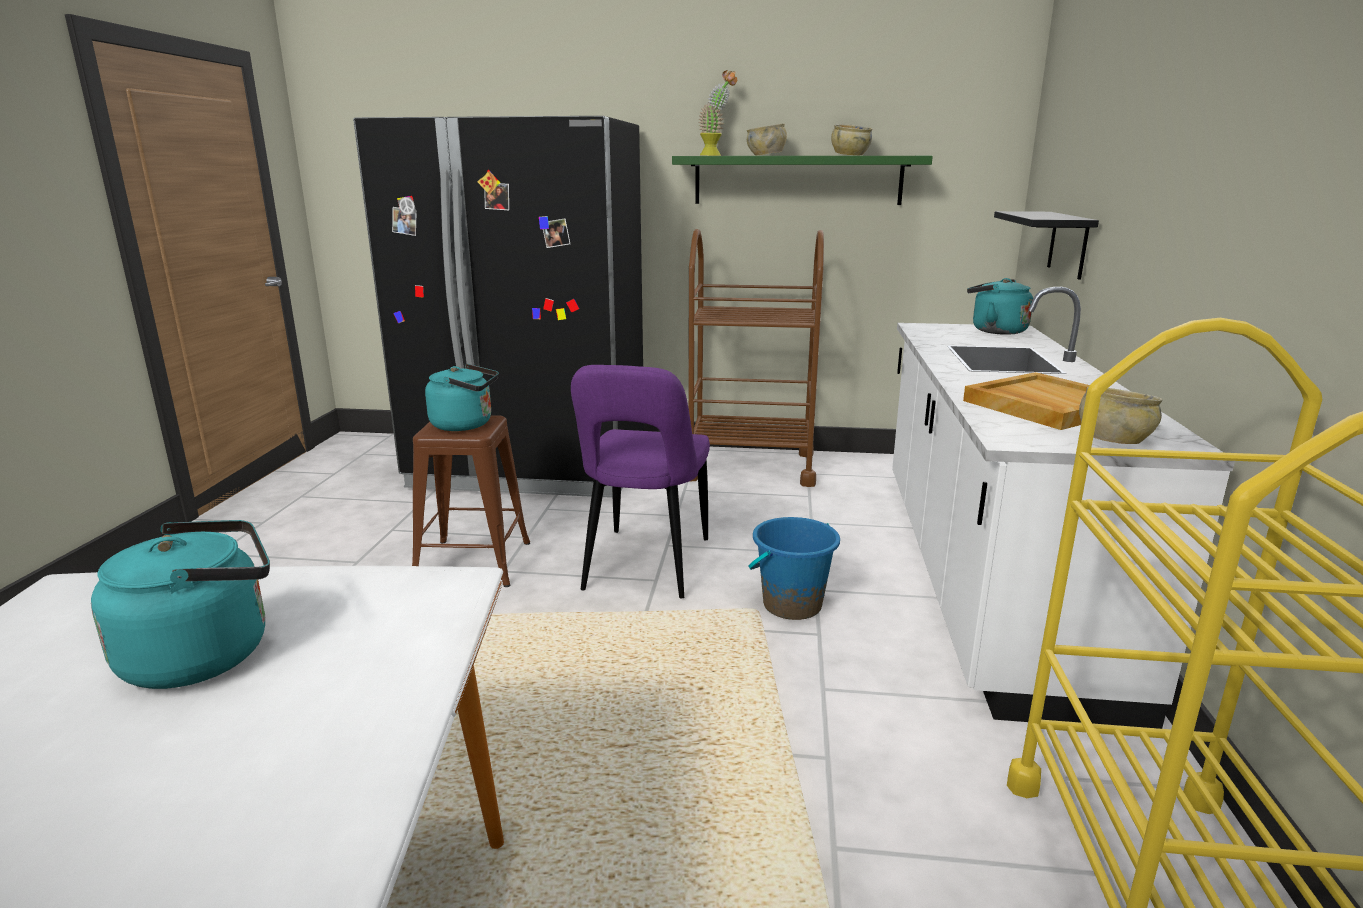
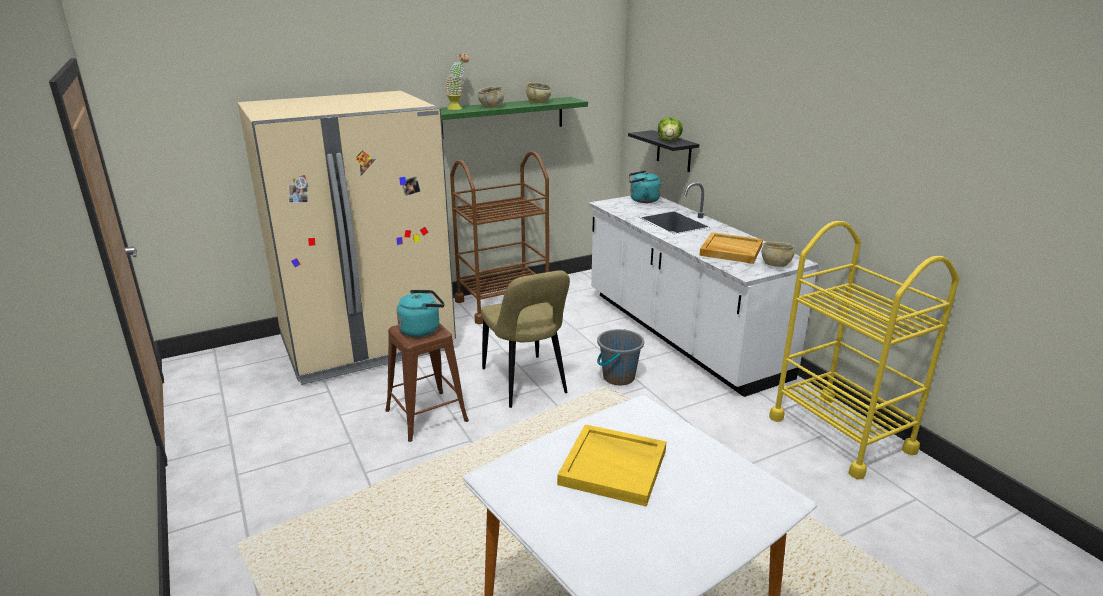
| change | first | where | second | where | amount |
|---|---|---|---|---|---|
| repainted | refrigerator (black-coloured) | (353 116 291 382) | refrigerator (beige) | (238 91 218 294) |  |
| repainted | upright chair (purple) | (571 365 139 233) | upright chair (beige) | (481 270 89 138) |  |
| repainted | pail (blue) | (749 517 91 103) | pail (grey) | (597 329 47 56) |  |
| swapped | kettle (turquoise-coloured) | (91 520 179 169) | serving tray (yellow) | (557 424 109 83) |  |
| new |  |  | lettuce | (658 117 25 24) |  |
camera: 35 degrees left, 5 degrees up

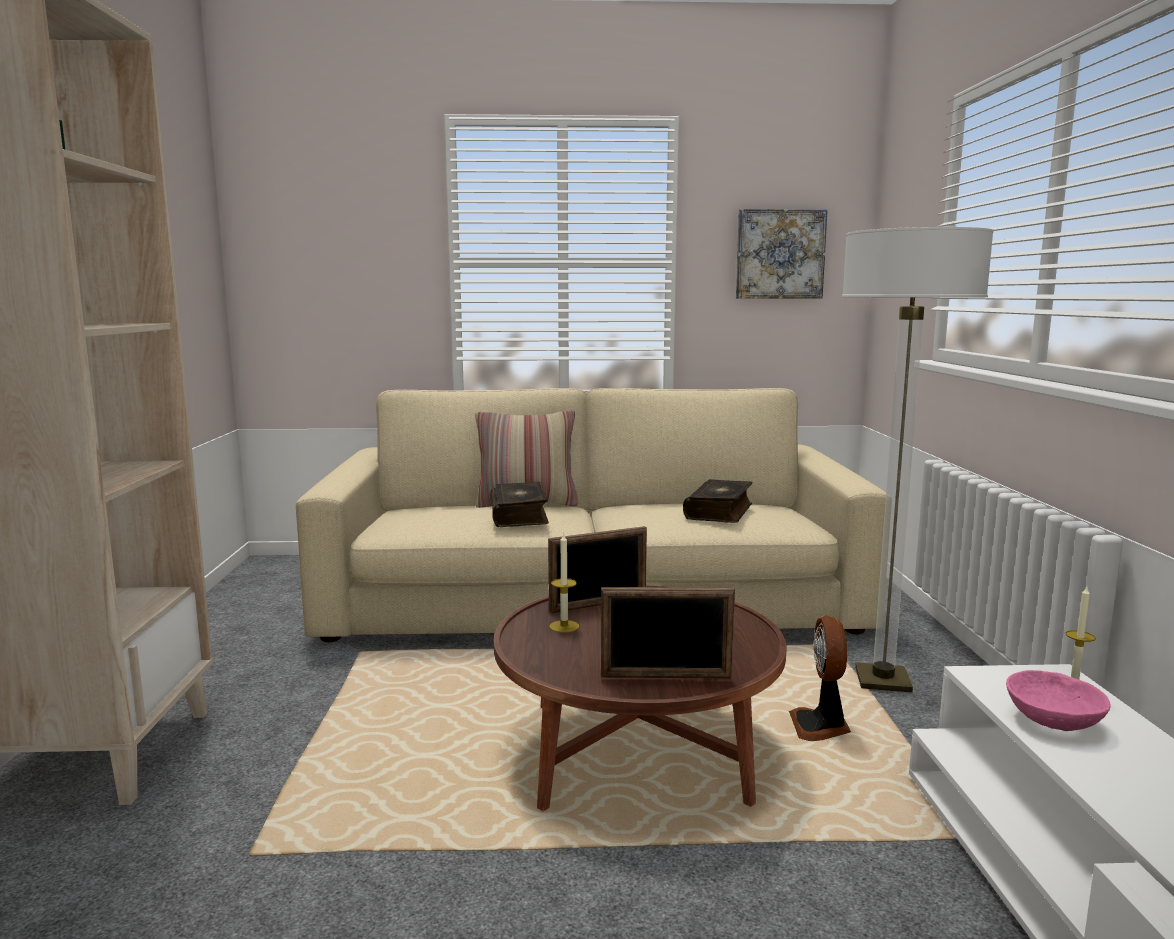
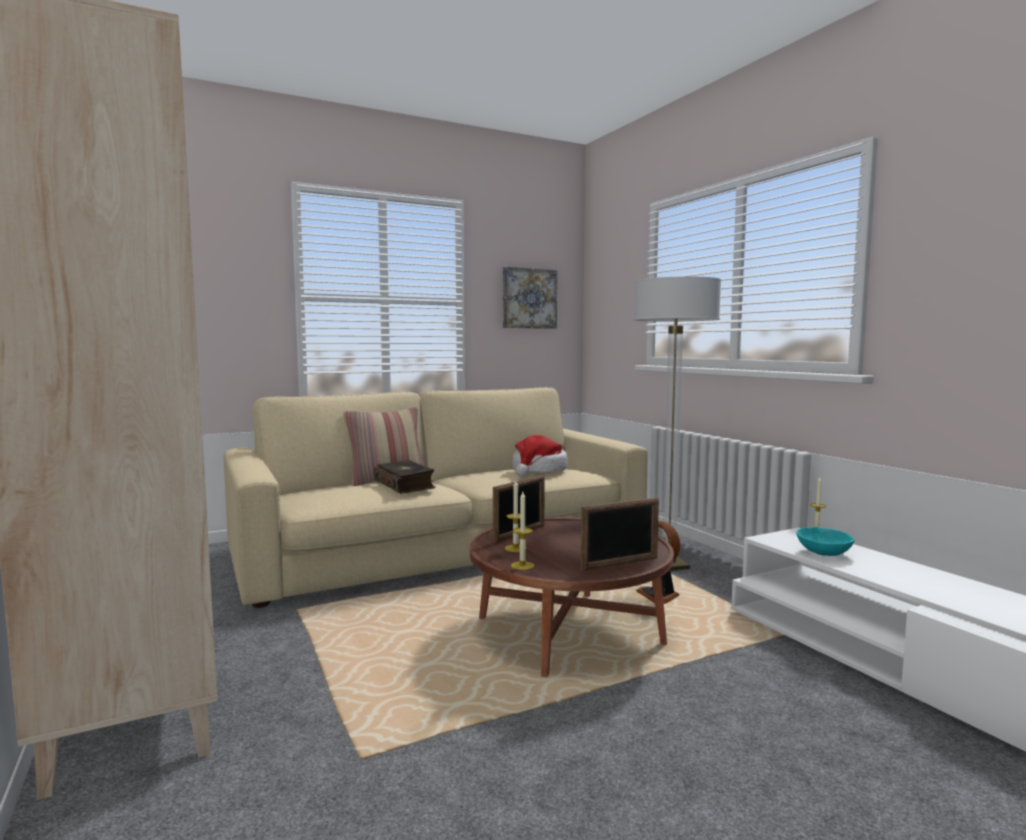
| change | first | where | second | where | amount |
|---|---|---|---|---|---|
| swapped | book | (683 479 69 44) | clothing hat | (512 435 56 42) |  |
| repainted | serving bowl (pinkish) | (1006 670 105 61) | serving bowl (turquoise-coloured) | (796 527 59 29) |  |
| new |  |  | candle | (511 492 23 78) |  |
camera: 25 degrees left, 5 degrees down

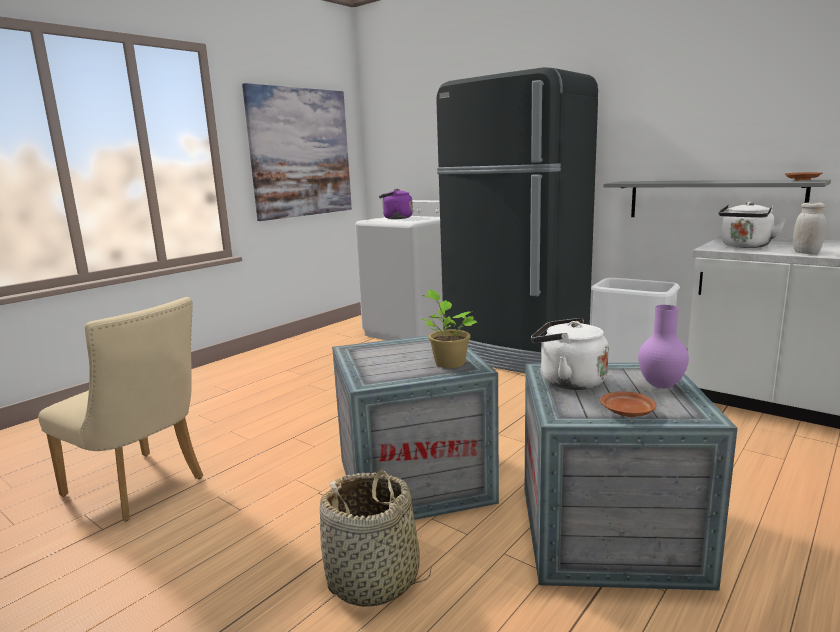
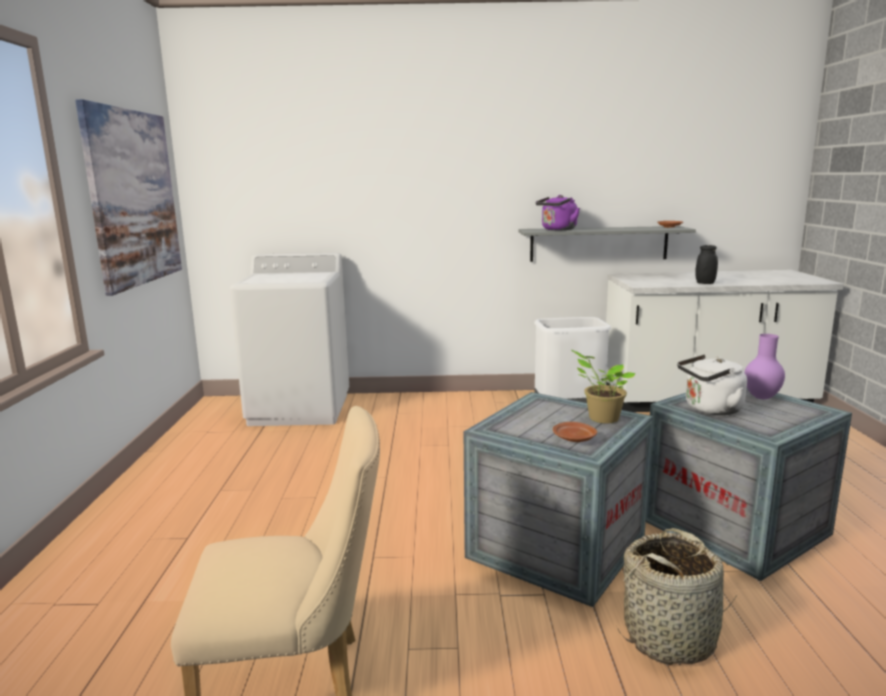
| change | first | where | second | where | amount |
|---|---|---|---|---|---|
| gone | refrigerator (black-coloured) | (436 67 162 306) |  |  |  |
| shifted | kettle (purple) | (379 189 34 30) |  | (536 195 44 35) |  |
| gone | kettle (white) | (719 202 67 46) |  |  |  |
| repainted | jar (white) | (793 202 33 52) | jar (black-coloured) | (695 245 23 39) |  |
| shifted | dinner plate (brown-coloured) | (600 392 57 25) |  | (553 422 44 20) |  |
camera: 40 degrees left, 0 degrees up

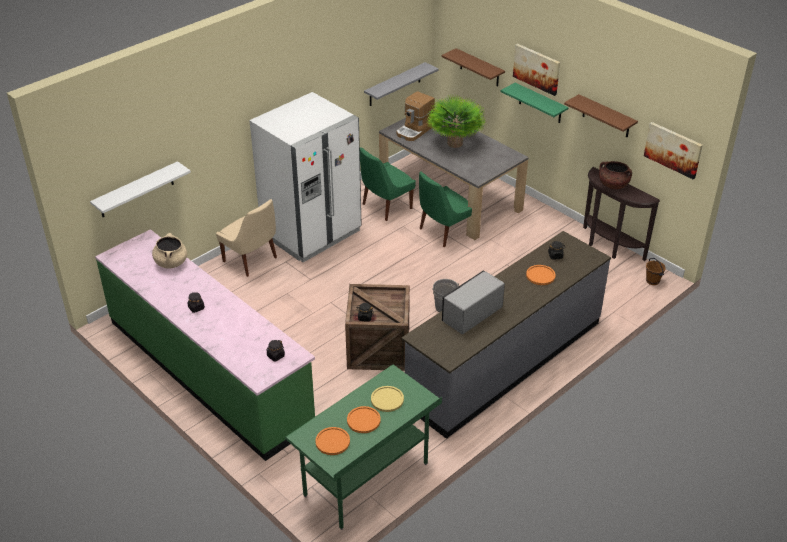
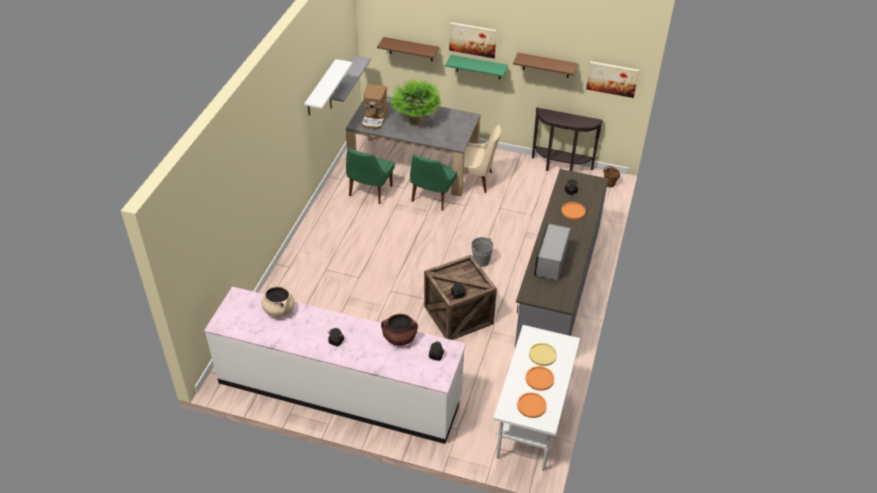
| change | first | where | second | where | amount |
|---|---|---|---|---|---|
| gone | refrigerator (white) | (249 92 113 170) |  |  |  |
| shifted | bracket shelf (white) | (90 161 101 56) |  | (304 59 48 56) |  |
| shifted | cooking pot (brown-coloured) | (599 161 33 28) |  | (381 314 37 32) |  |
| shifted | upright chair (beige) | (216 199 61 78) |  | (464 124 37 69) |  |
| repainted | counter (greenish) | (95 229 220 232) | counter (white) | (204 287 262 157) |  |
| repainted | desk unit (greenish) | (285 365 157 165) | desk unit (white) | (493 325 88 146) |  |
camera: 30 degrees left, 5 degrees up

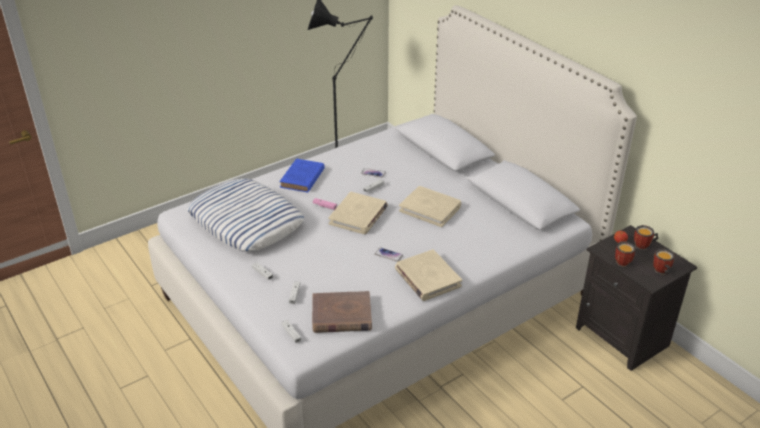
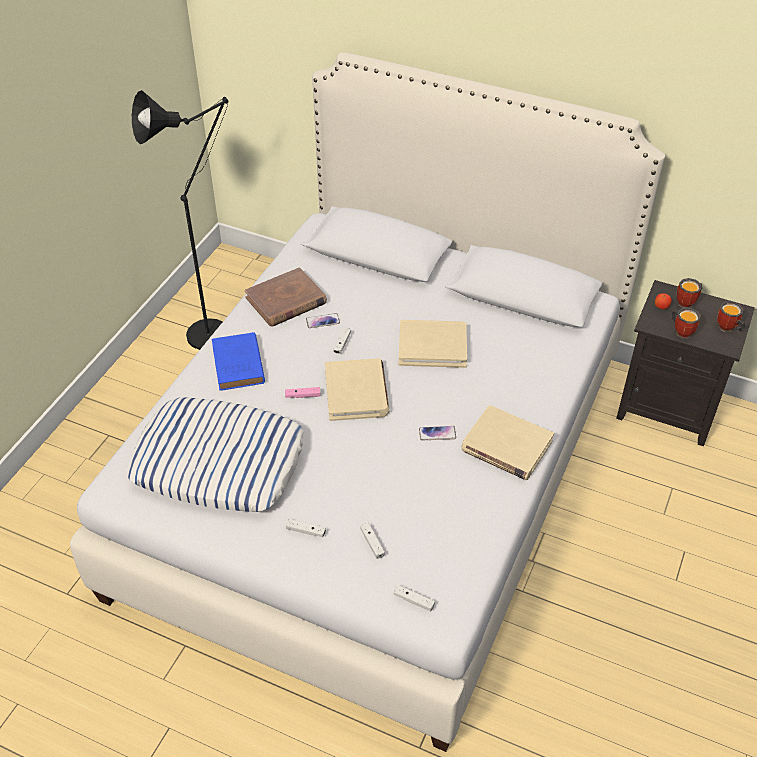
| change | first | where | second | where | amount |
|---|---|---|---|---|---|
| shifted | book (brown-coloured) | (312 291 60 42) |  | (245 267 82 60) |  |
camera: 30 degrees left, 10 degrees up

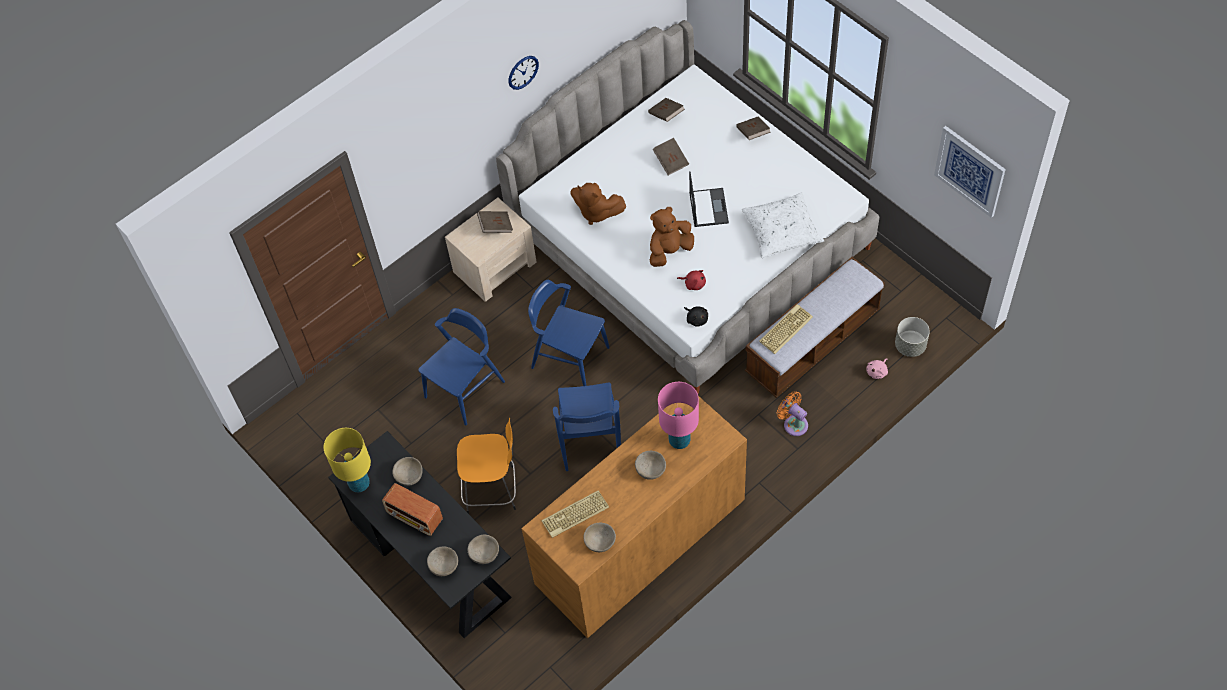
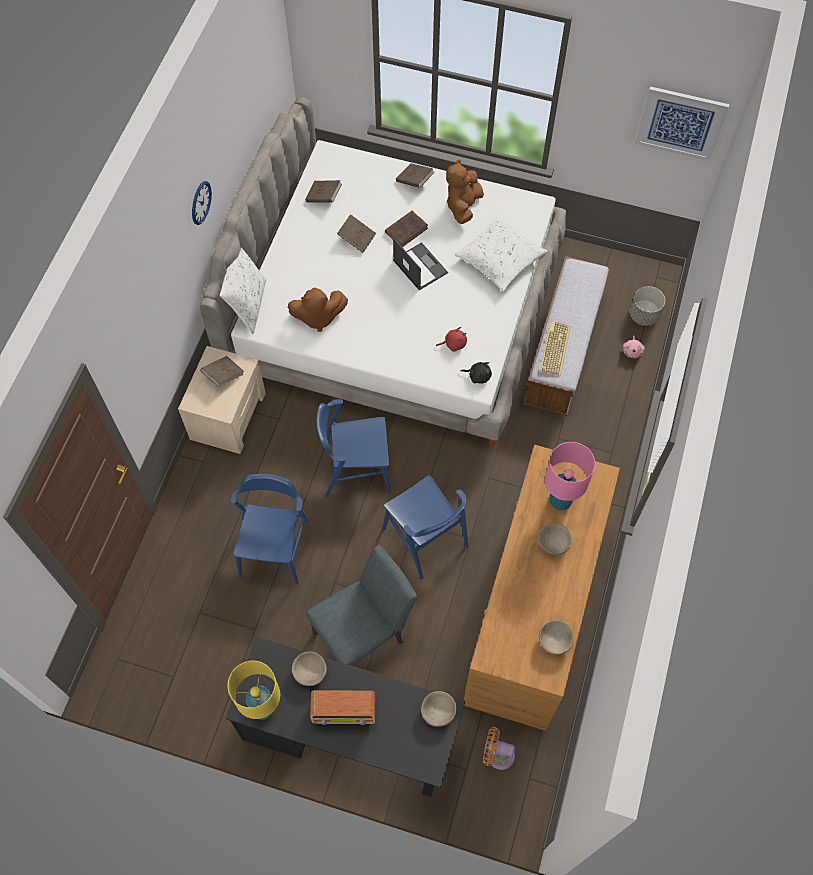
| change | first | where | second | where | amount |
|---|---|---|---|---|---|
| shifted | plush toy (brown-coloured) | (650 207 44 60) |  | (446 160 38 64) |  |
| shifted | fan (orange-coloured) | (777 391 31 45) |  | (483 727 32 43) |  |
| swapped | stool (orange-coloured) | (457 418 59 96) | upright chair (grey) | (306 545 111 121) |  |
| gone | PC keyboard | (541 491 68 47) |  |  |  |
| gone | serving bowl (beige) | (427 547 31 29) |  |  |  |
| new |  |  | book (brown-coloured) | (385 211 43 36) |  |
| new |  |  | pillow (white) | (220 247 46 87) |  |
camera: 35 degrees left, 5 degrees up

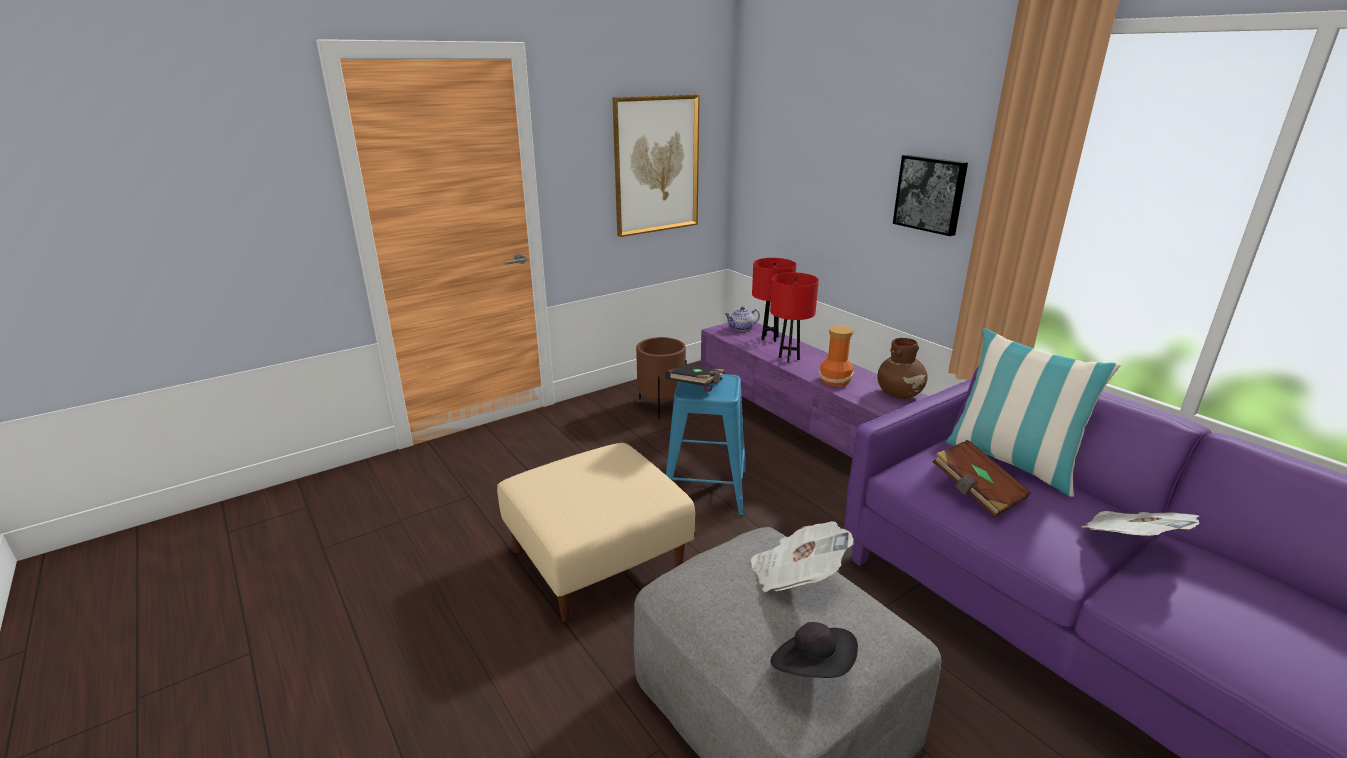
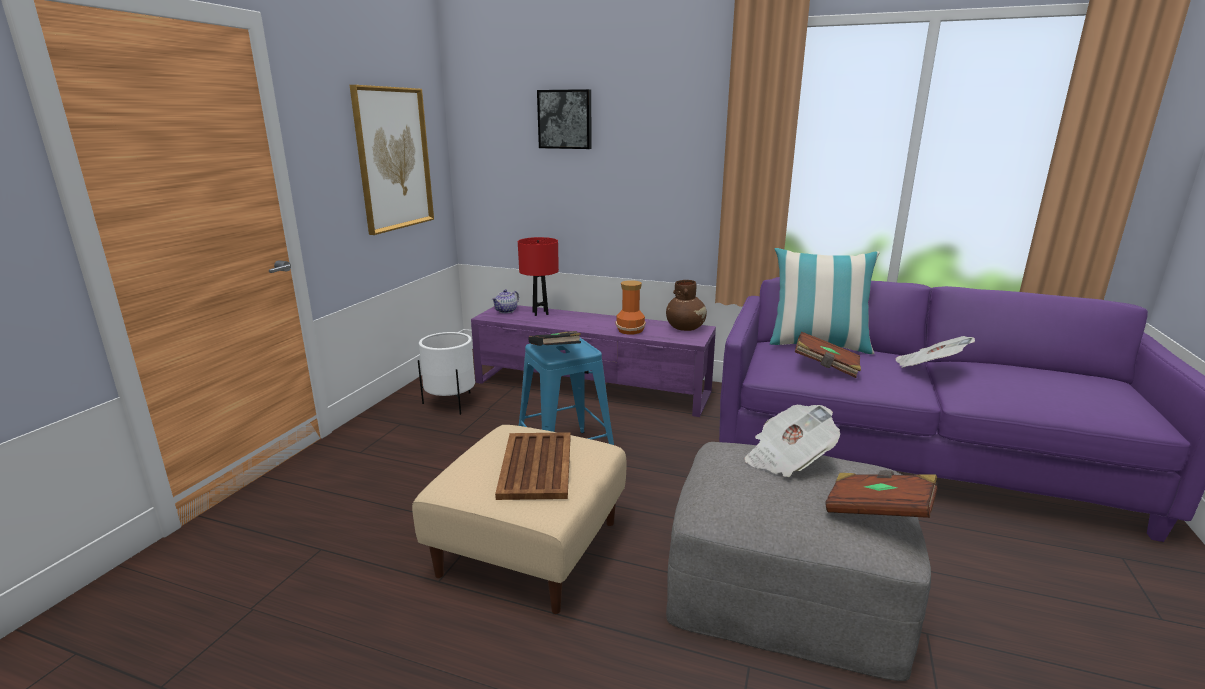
| change | first | where | second | where | amount |
|---|---|---|---|---|---|
| shifted | picture | (893 155 75 81) |  | (537 89 55 60) |  |
| gone | tabletop lamp (red) | (770 272 49 91) |  |  |  |
| repainted | planter (brown-coloured) | (636 337 51 82) | planter (white) | (418 332 57 83) |  |
| swapped | clothing hat (black-coloured) | (770 622 88 56) | book (brown-coloured) | (825 470 113 48) |  |
| new |  |  | serving tray (brown-coloured) | (495 432 76 68) |  |
camera: 35 degrees left, 5 degrees down

